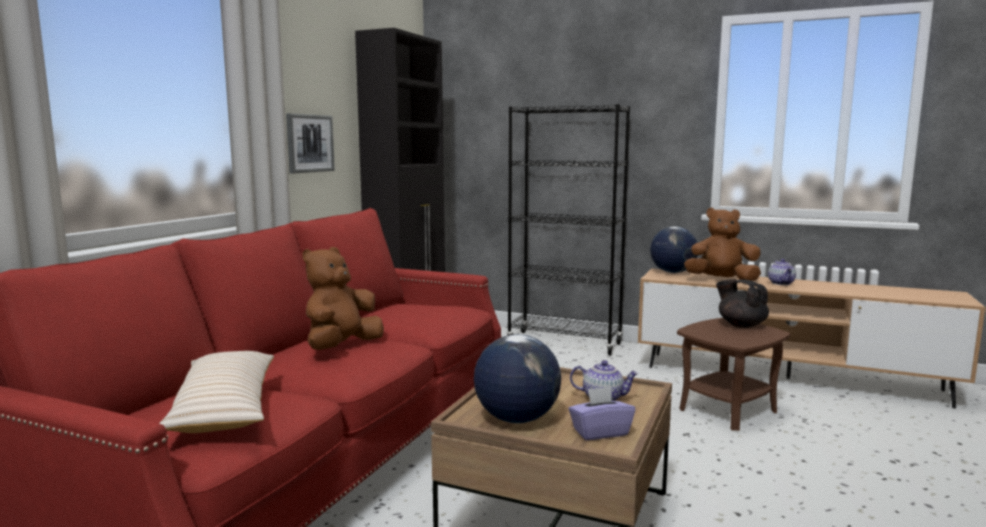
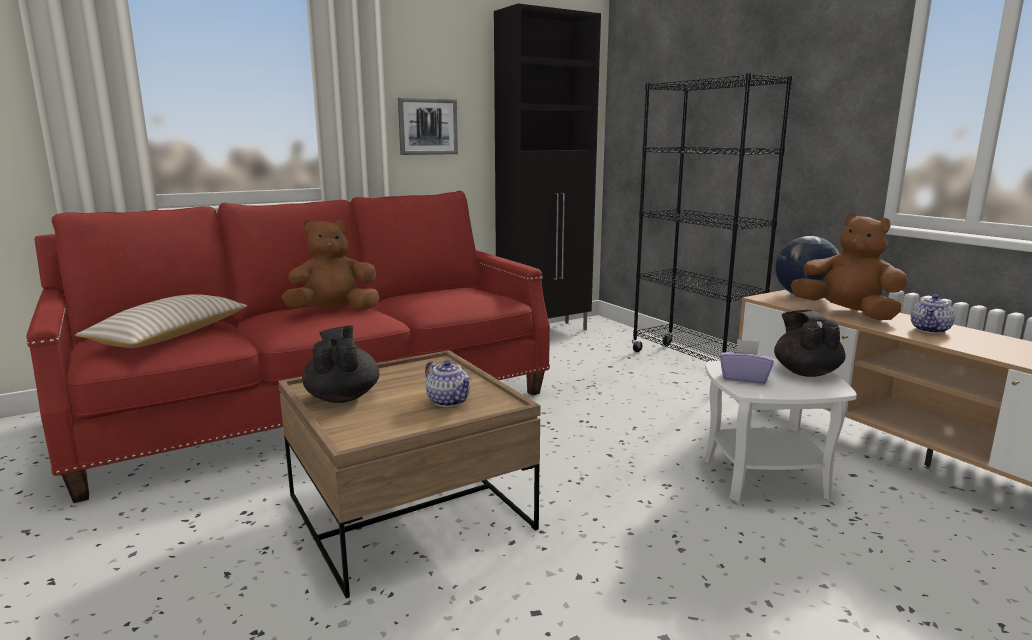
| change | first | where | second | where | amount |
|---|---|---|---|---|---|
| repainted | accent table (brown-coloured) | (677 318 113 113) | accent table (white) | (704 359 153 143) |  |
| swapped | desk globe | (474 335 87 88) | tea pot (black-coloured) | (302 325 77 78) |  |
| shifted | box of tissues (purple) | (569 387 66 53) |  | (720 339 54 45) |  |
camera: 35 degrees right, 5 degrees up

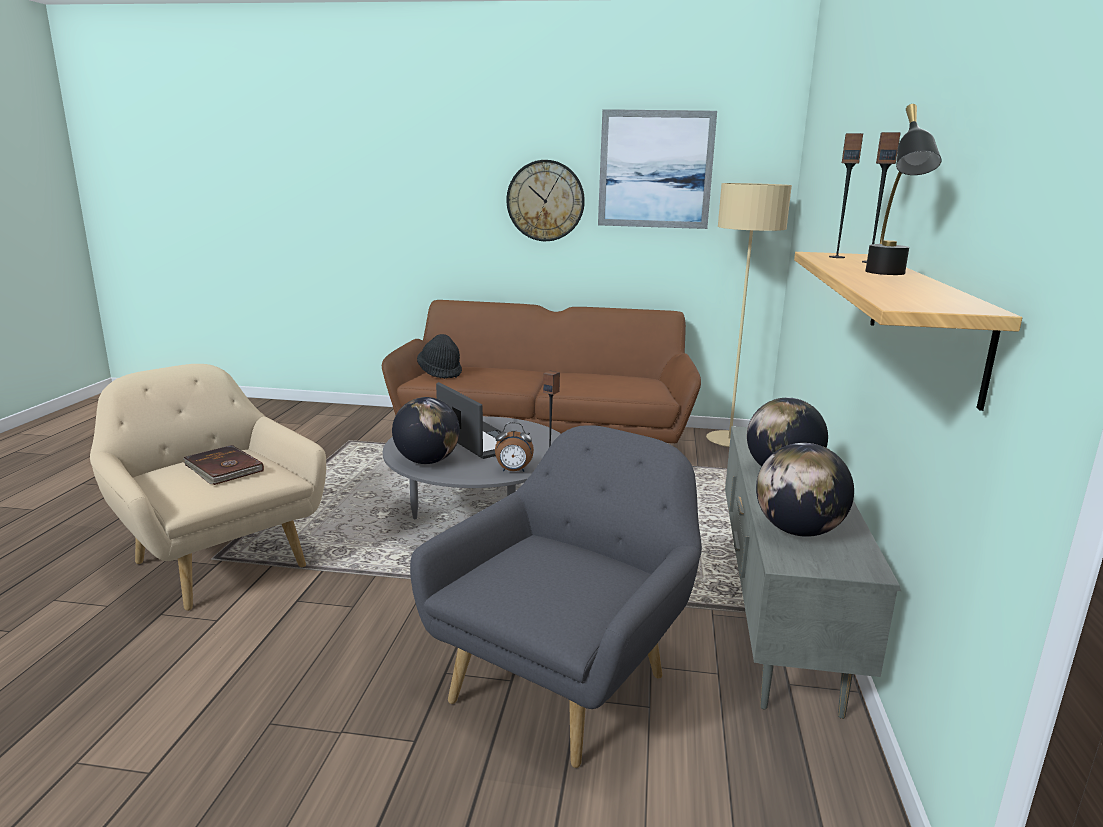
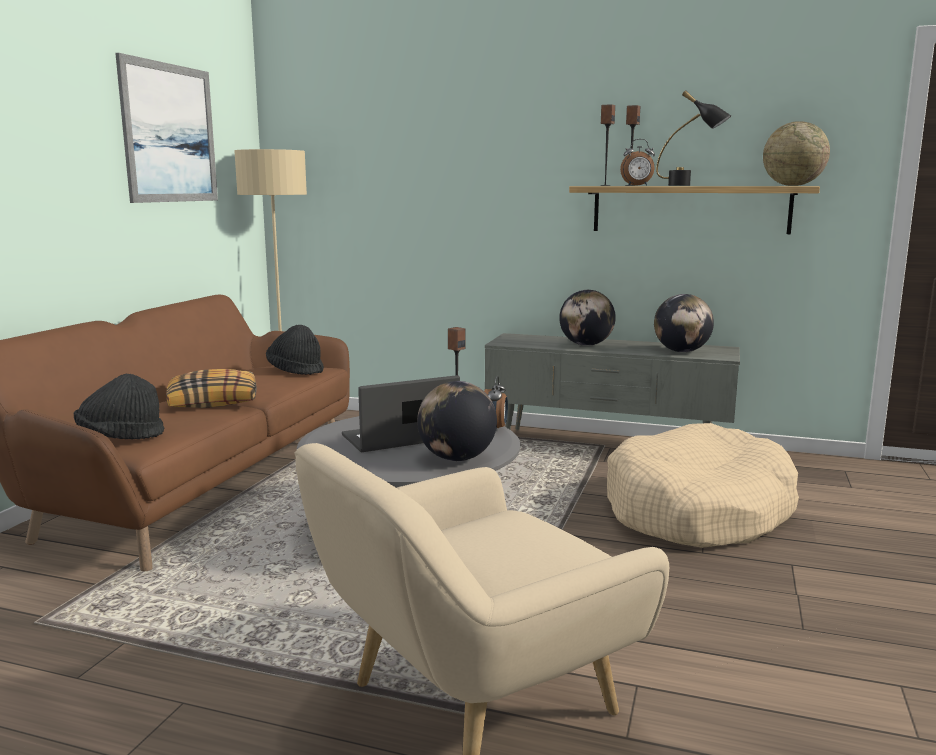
| change | first | where | second | where | amount |
|---|---|---|---|---|---|
| gone | clock on the wall | (506 160 79 81) |  |  |  |
| swapped | lounge chair (grey) | (410 425 292 343) | dog bed (beige) | (607 423 192 125) |  |
| gone | book (brown-coloured) | (184 445 80 40) |  |  |  |
| new |  |  | desk globe | (763 121 67 65) |  |
| new |  |  | alarm clock | (620 139 35 47) |  |
| new |  |  | clothing hat (black-coloured) | (266 325 58 50) |  |
| new |  |  | pillow | (166 369 91 39) |  |
camera: 80 degrees left, 5 degrees down

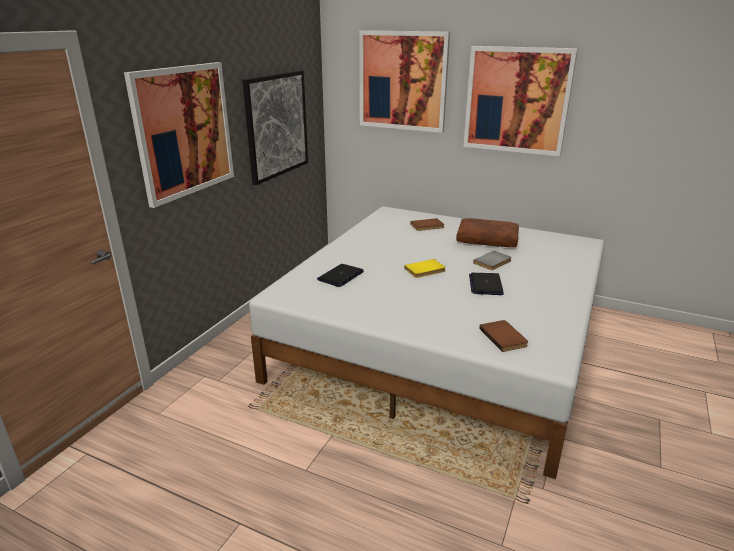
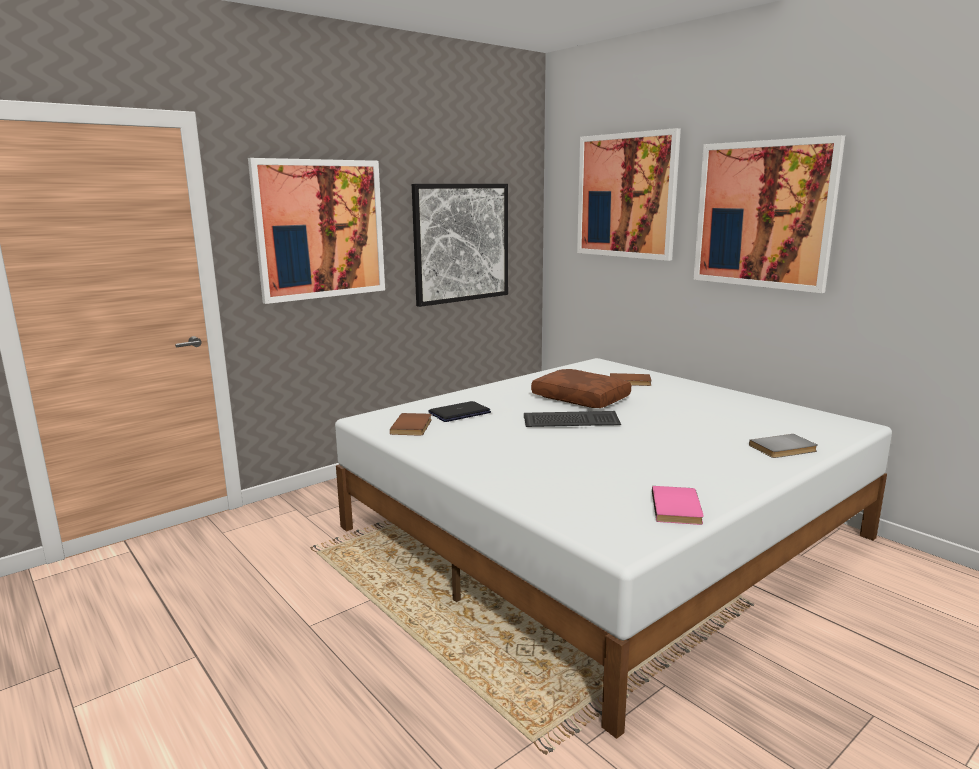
| change | first | where | second | where | amount |
|---|---|---|---|---|---|
| shifted | pillow (brown-coloured) | (456 218 63 29) |  | (531 369 100 39) |  |
| shifted | book (grey) | (473 251 39 19) |  | (749 434 69 24) |  |
| swapped | book (yellow) | (404 259 42 19) | PC keyboard | (524 411 97 16) |  |
| gone | notebook computer | (469 273 35 22) |  |  |  |
| shifted | book (brown-coloured) | (479 320 49 32) |  | (390 413 42 23) |  |
| new |  |  | book (pinkish) | (652 486 52 39) |  |
camera: 25 degrees right, 10 degrees down

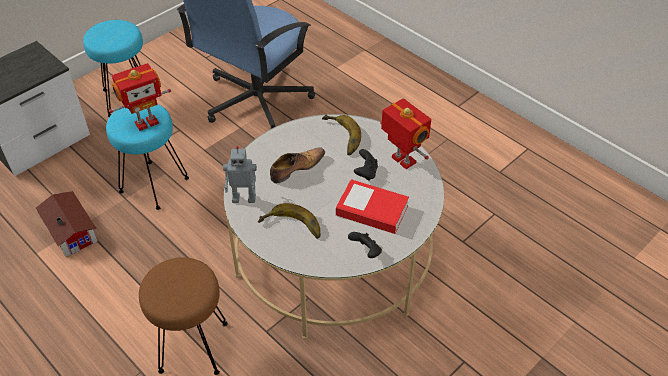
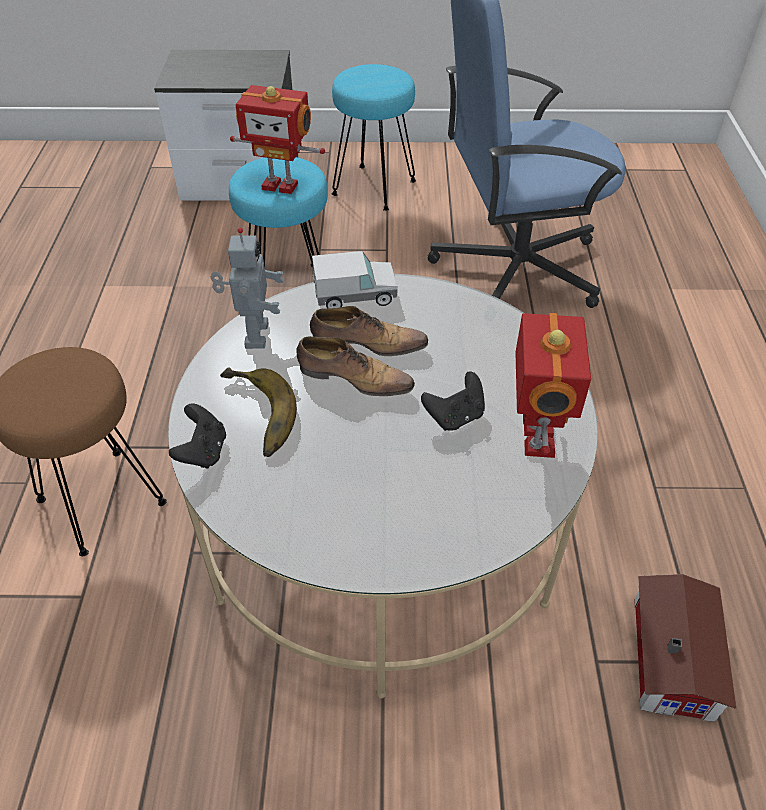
| change | first | where | second | where | amount |
|---|---|---|---|---|---|
| gone | whole banana | (322 114 39 41) |  |  |  |
| rotated | robot figure | (223 146 34 57) |  | (211 227 73 122) | 135 degrees counterclockwise |
| gone | book | (336 179 73 55) |  |  |  |
| shifted | miniature house | (36 191 62 66) |  | (635 574 101 148) |  |
| shifted | gamepad (black-coloured) | (348 232 34 26) |  | (169 403 57 66) |  |
| new |  |  | model truck | (312 251 86 57) |  |
| new |  |  | low shoe | (296 336 119 60) |  |
camera: 45 degrees right, 0 degrees up

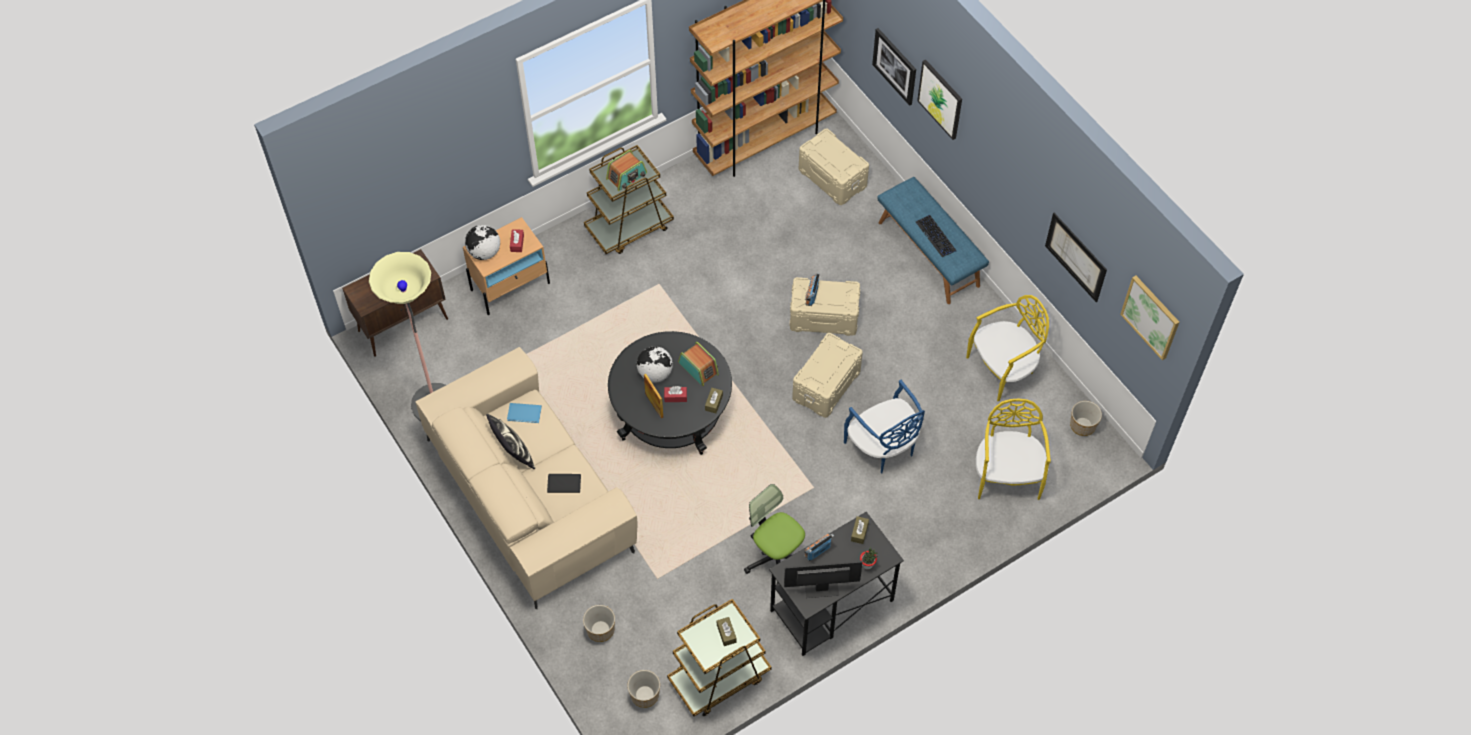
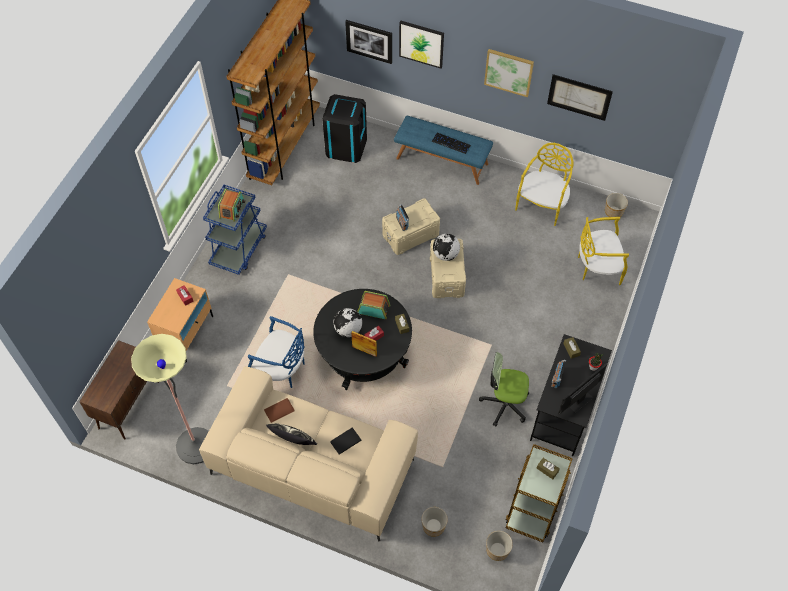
| change | first | where | second | where | amount |
|---|---|---|---|---|---|
| swapped | storage container (beige) | (799 128 70 77) | rubbish bin (black-coloured) | (322 94 45 69) |  |
| repainted | wheeled cart (brown-coloured) | (584 145 90 109) | wheeled cart (blue) | (203 185 64 90) |  |
| shifted | desk globe | (465 225 35 35) |  | (433 234 27 27) |  |
| shifted | picture | (1120 276 59 84) |  | (484 49 50 48) |  |
| shifted | upright chair (blue) | (844 380 81 94) |  | (248 316 57 72) |  |
| rotated | upright chair (yellow) | (976 399 75 101) |  | (578 217 51 68) | 60 degrees counterclockwise |
| repainted | book (blue) | (507 403 35 20) | book (brown-coloured) | (264 398 31 25) |  |
camera: 35 degrees left, 0 degrees up

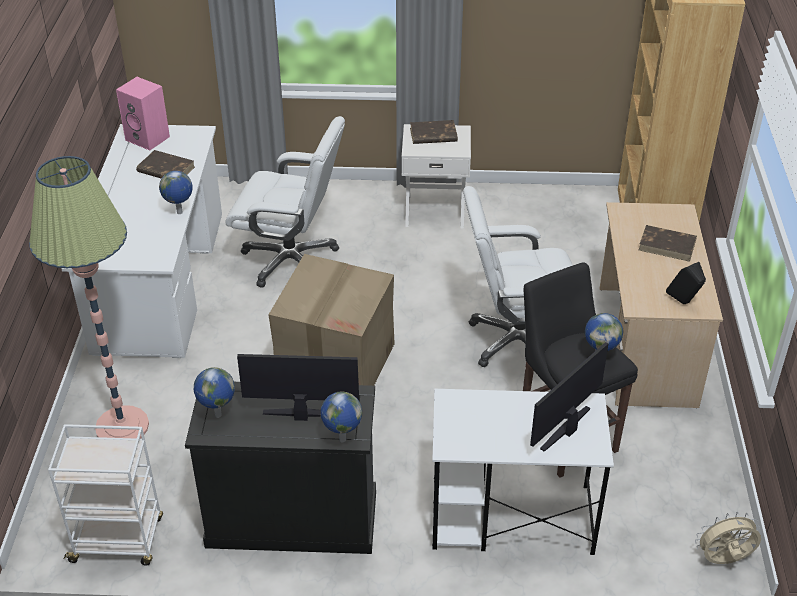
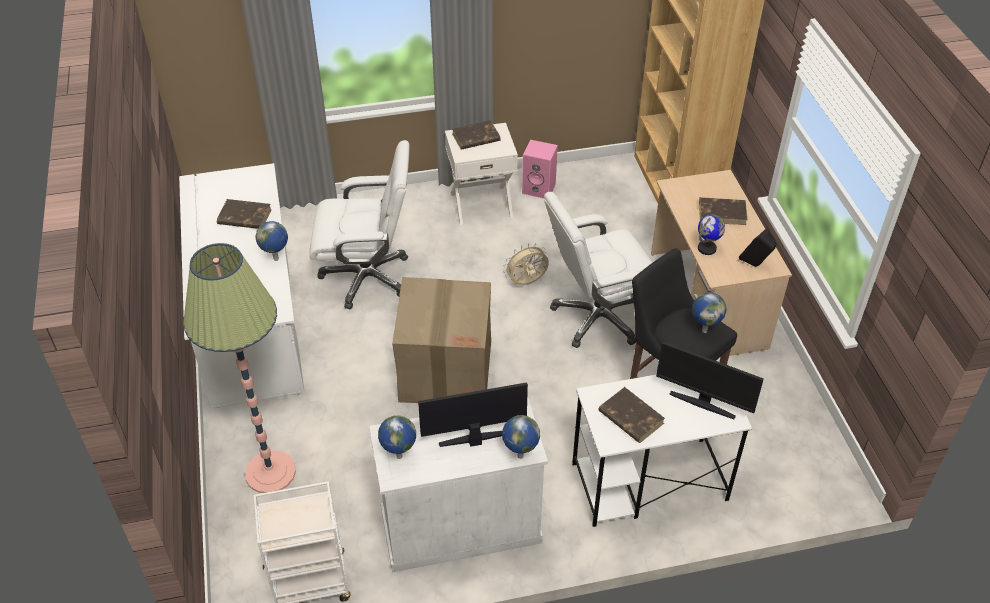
| change | first | where | second | where | amount |
|---|---|---|---|---|---|
| shifted | speaker (pinkish) | (116 77 54 74) |  | (522 140 36 59) |  |
| rotated | computer display | (530 342 78 110) |  | (656 342 108 77) | 90 degrees counterclockwise |
| repainted | storage cabinet (black-coloured) | (185 382 191 172) | storage cabinet (white) | (369 398 179 174) |  |
| shifted | fan (beige) | (695 512 66 52) |  | (503 243 46 42) |  |
| new |  |  | desk globe | (698 214 27 41) |  |
| new |  |  | book (brown-coloured) | (598 387 67 56) |  |
camera: 15 degrees left, 5 degrees up

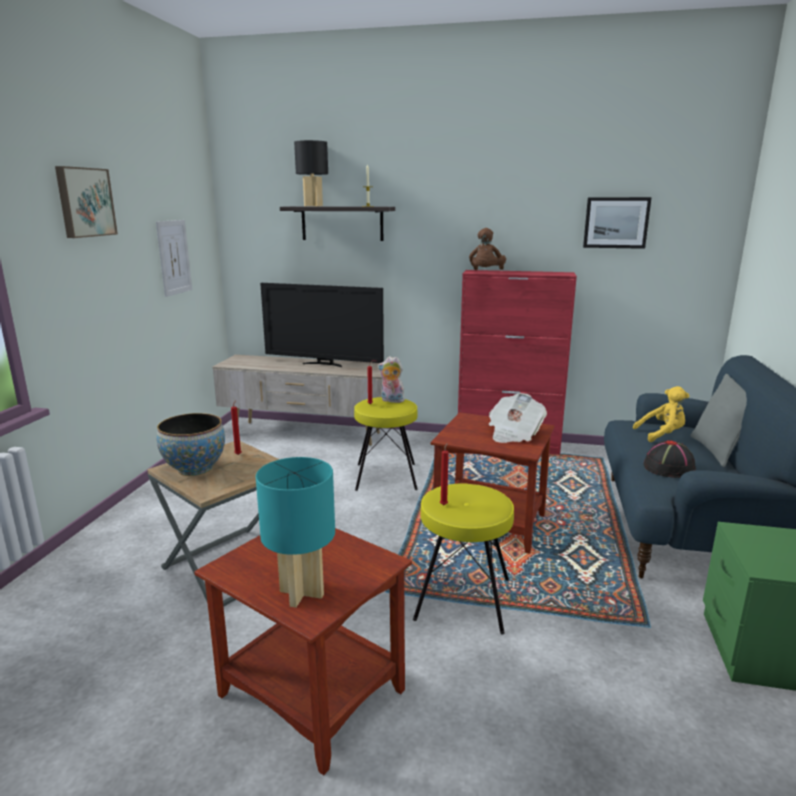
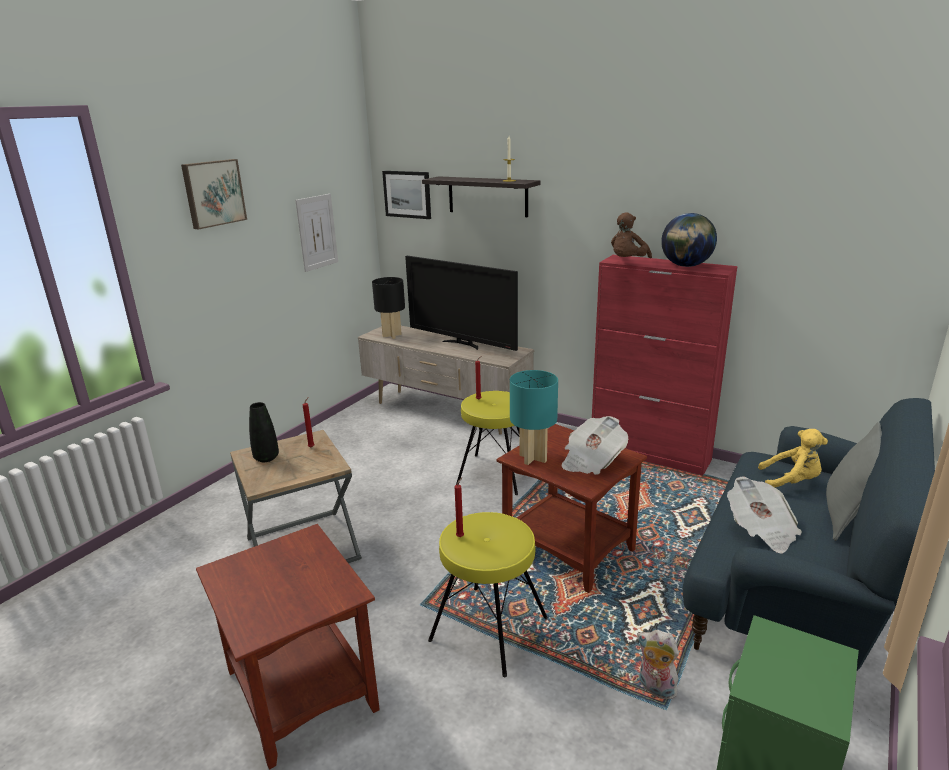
| change | first | where | second | where | amount |
|---|---|---|---|---|---|
| shifted | tabletop lamp (black-coloured) | (294 140 34 66) |  | (372 277 33 62) |  |
| shifted | picture | (583 197 69 52) |  | (382 171 49 48) |  |
| shifted | plush toy | (378 356 27 47) |  | (637 630 45 69) |  |
| swapped | serving bowl | (157 413 68 63) | decorative vase (black-coloured) | (249 402 30 60) |  |
| swapped | clothing hat (black-coloured) | (643 440 53 38) | newspaper | (727 476 75 78) |  |
| shifted | tabletop lamp (turquoise-coloured) | (256 457 79 151) |  | (510 370 48 95) |  |
| new |  |  | desk globe | (661 213 56 54) |  |
camera: 20 degrees right, 5 degrees up

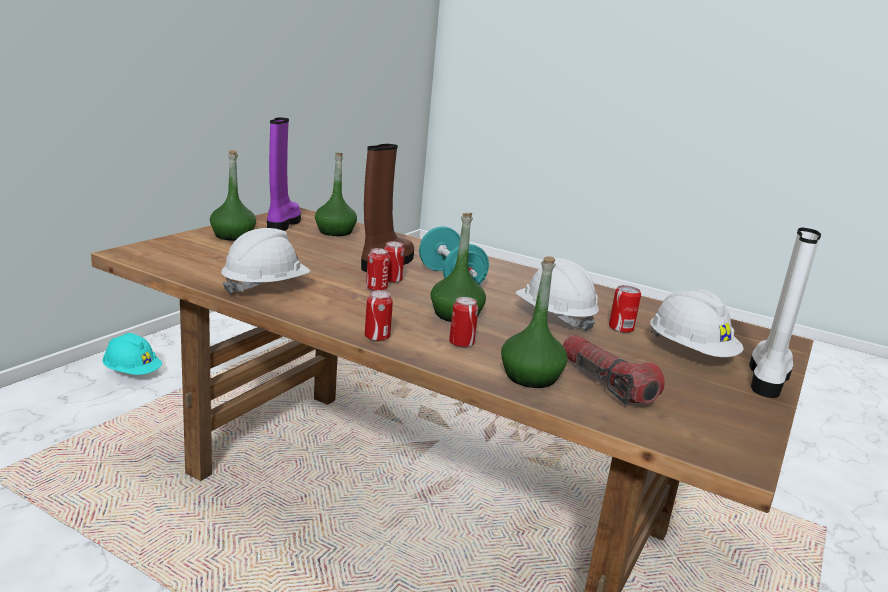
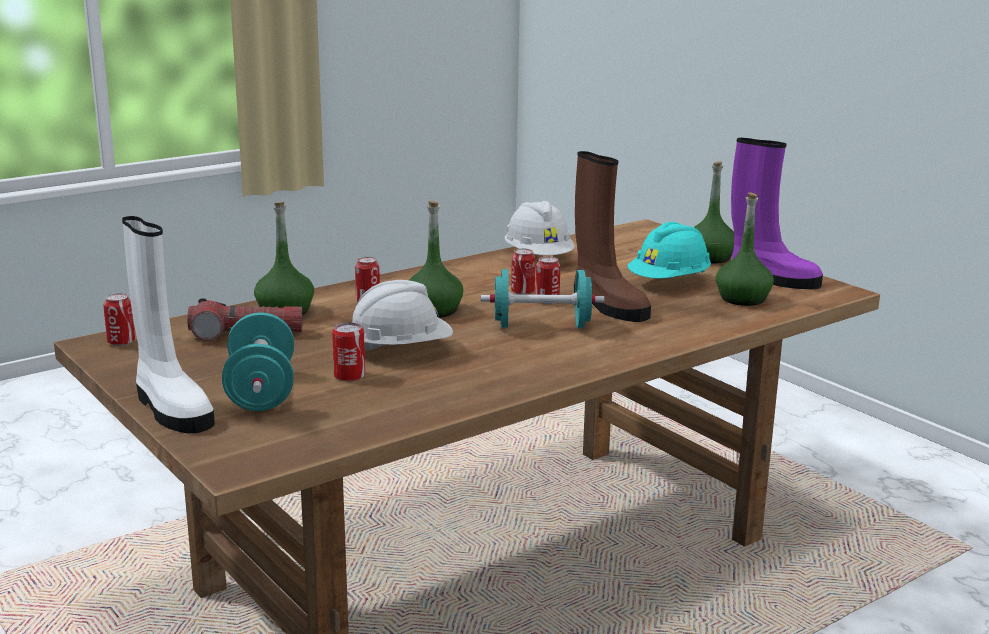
| change | first | where | second | where | amount |
|---|---|---|---|---|---|
| swapped | work helmet (white) | (650 289 94 68) | hand weight (turquoise-coloured) | (222 312 72 99) |  |
| shifted | can | (365 290 28 52) |  | (103 293 32 53) |  |
| shifted | work helmet (turquoise-coloured) | (103 333 59 42) |  | (628 222 83 57) |  |
camera: 115 degrees right, 0 degrees up

